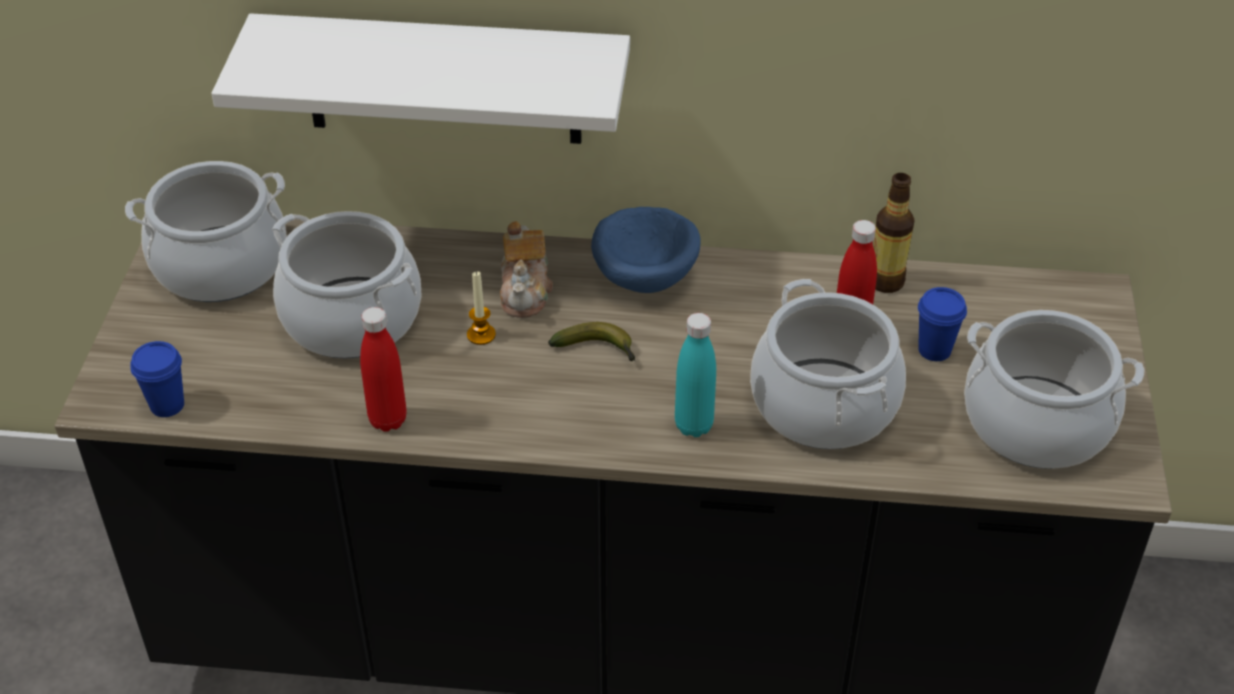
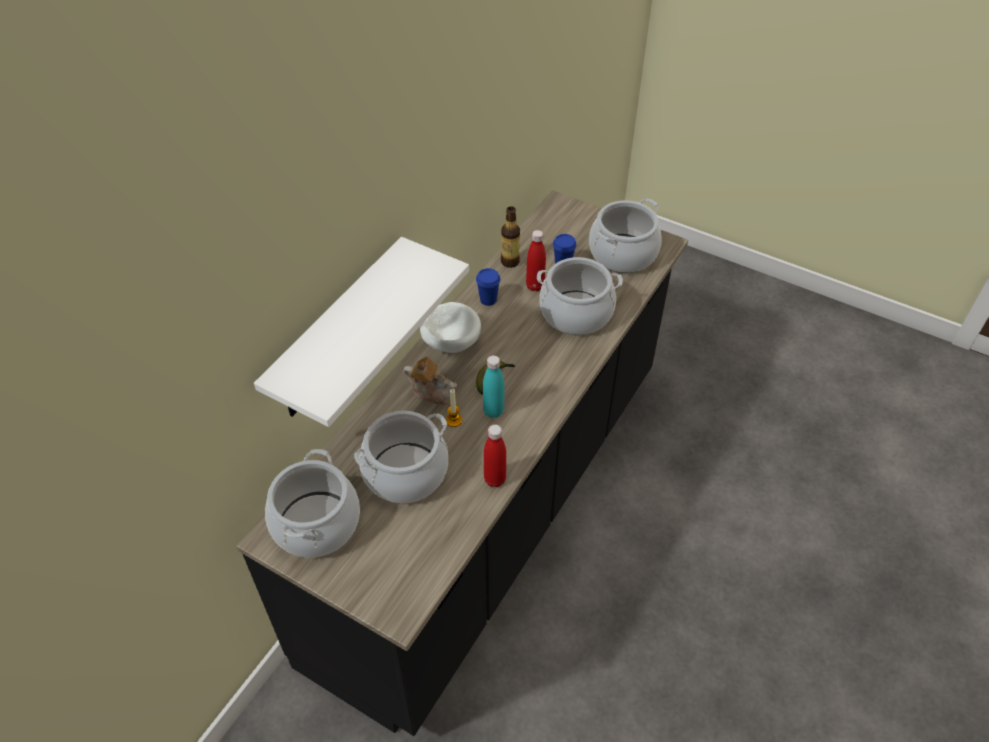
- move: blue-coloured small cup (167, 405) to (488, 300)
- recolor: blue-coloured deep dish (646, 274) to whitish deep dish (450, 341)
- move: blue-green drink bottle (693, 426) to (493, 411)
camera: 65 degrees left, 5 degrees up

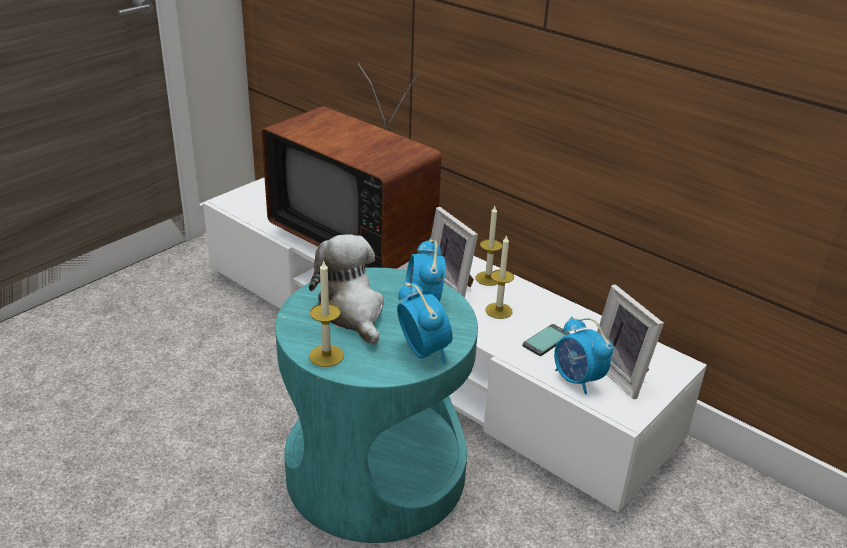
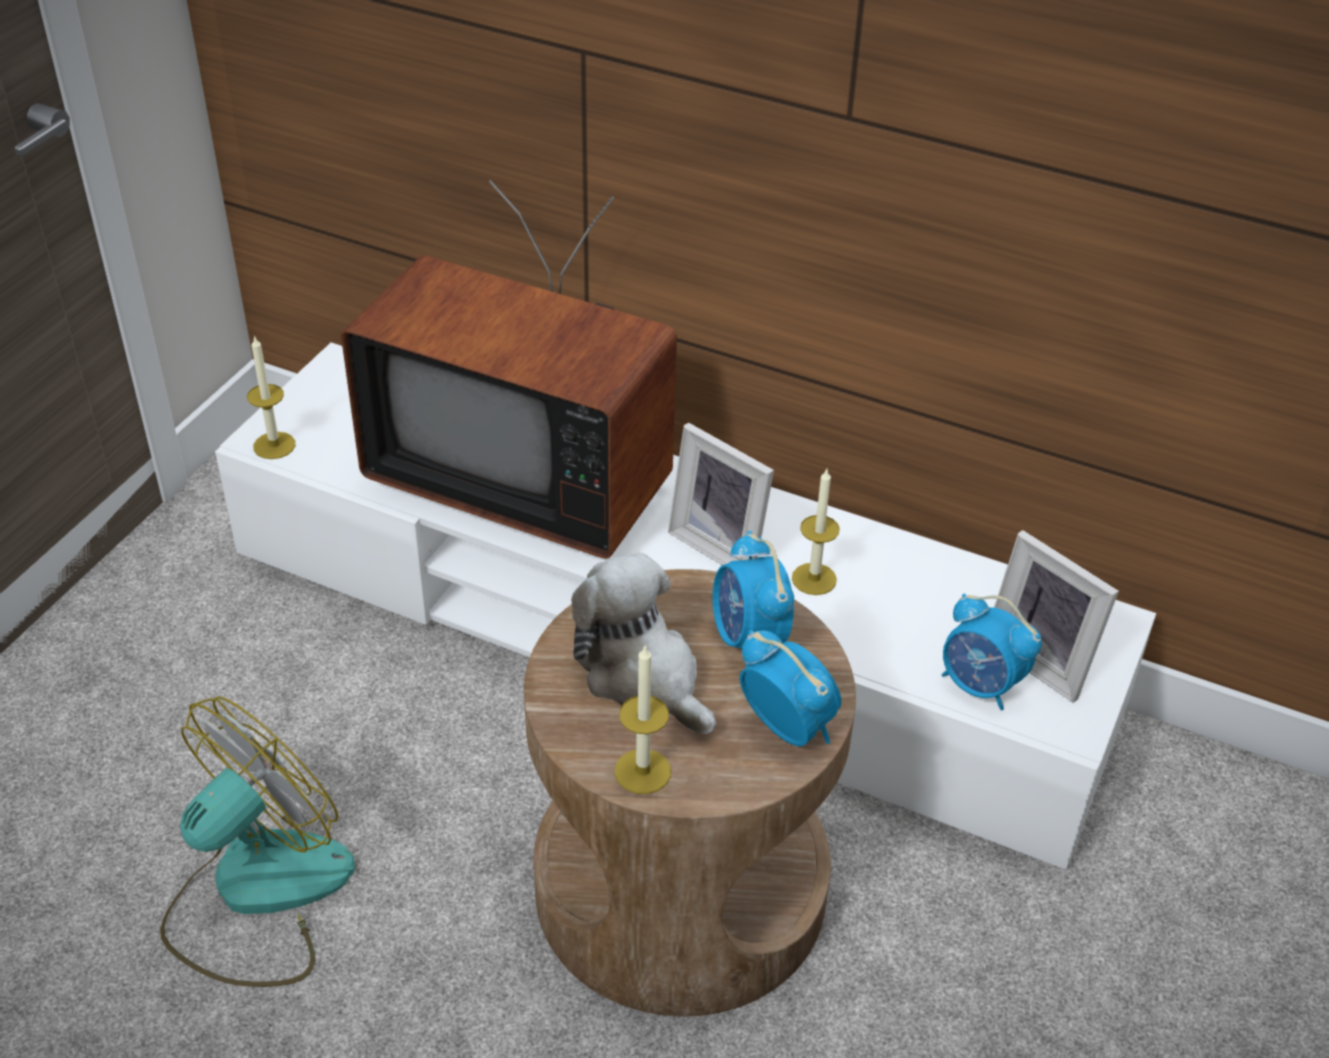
- recolor: blue-green accent table (376, 472) to brown-coloured accent table (681, 887)
- move: wax candle (488, 278) to (274, 445)
- delete: handset (546, 340)
- insert: electric fan (256, 894)
camera: 15 degrees left, 10 degrees up

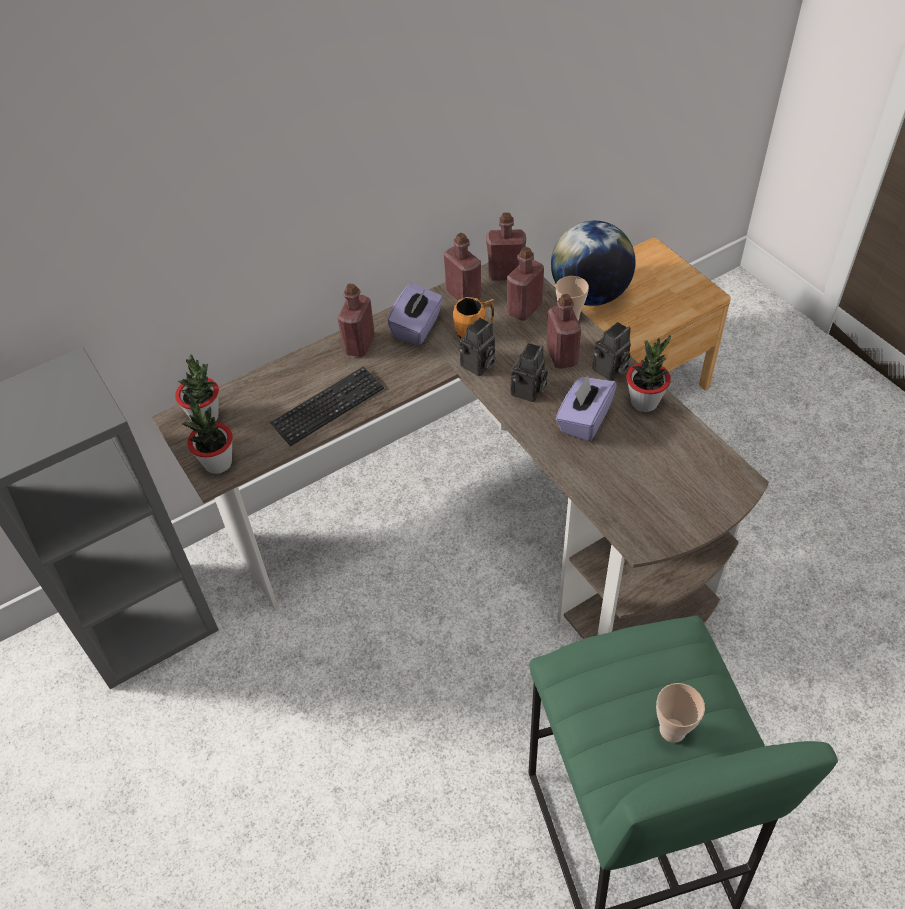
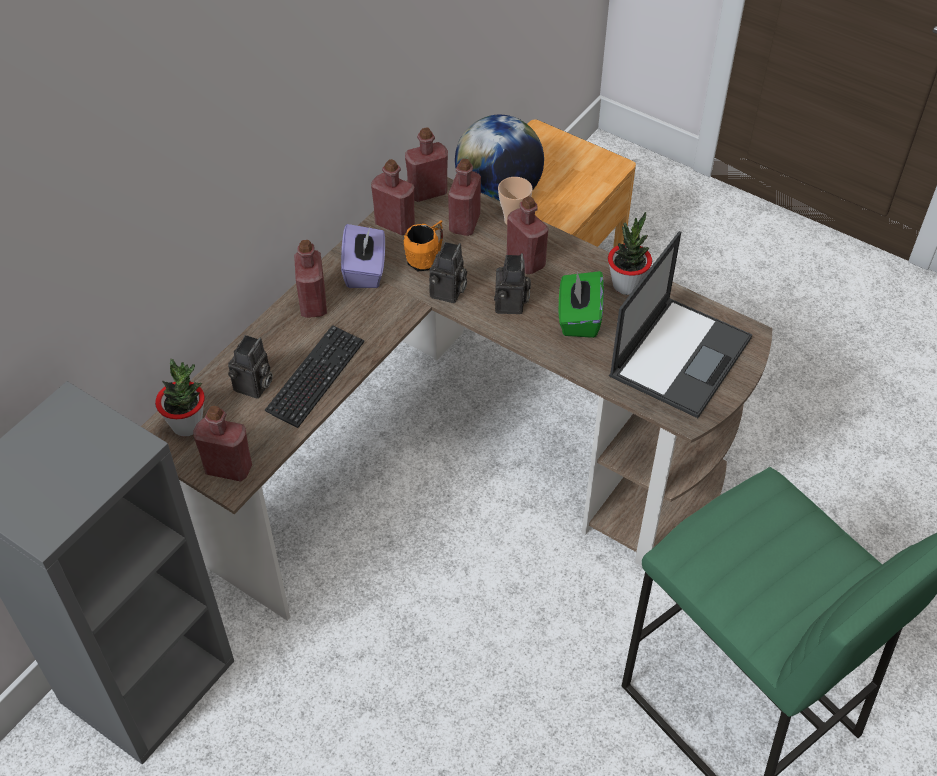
- replace: potted plant (218, 463) to red drink bottle (228, 468)
- recolor: purplish tissue box (584, 420) to green-coloured tissue box (579, 318)
- move: photo camera (610, 371) to (254, 387)
- delete: small cup (672, 730)
- insert: notebook computer (680, 355)
camera: 25 degrees left, 0 degrees up

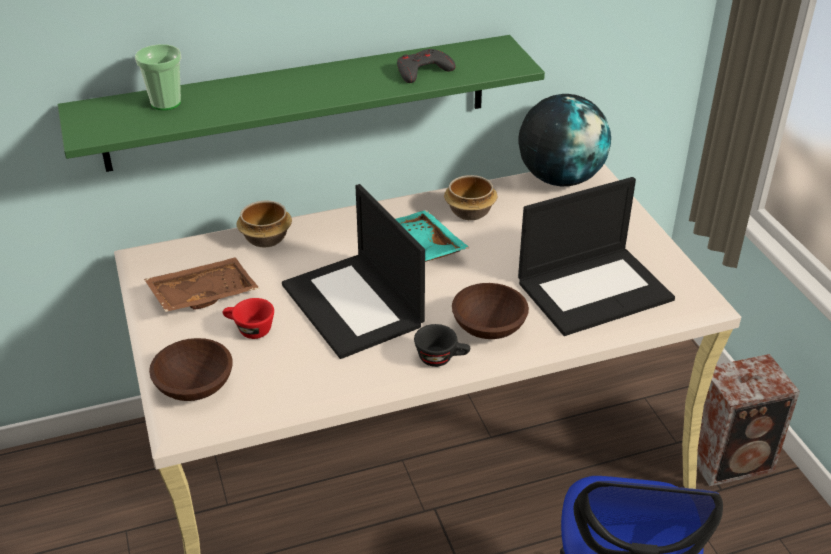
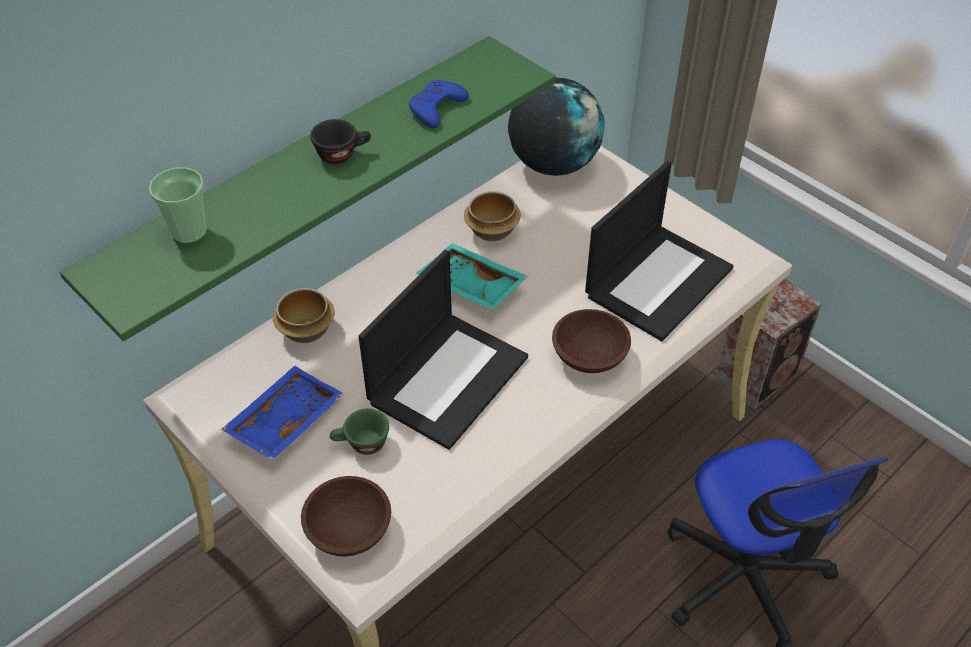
- recolor: brown-coloured carrying tray (203, 294) to blue-coloured carrying tray (284, 420)
- recolor: red small cup (249, 330) to green-coloured small cup (361, 444)
- rotate: notebook computer (354, 305) = (448, 377) 90 degrees counterclockwise
- recolor: gray game controller (423, 71) to blue-coloured game controller (436, 108)
- move: black-coloured small cup (441, 358) to (343, 154)
camera: 25 degrees left, 10 degrees up

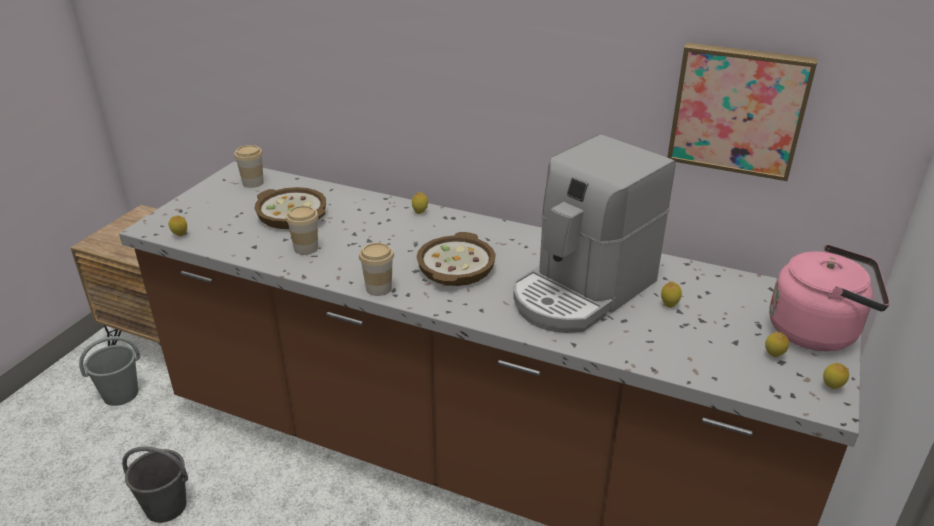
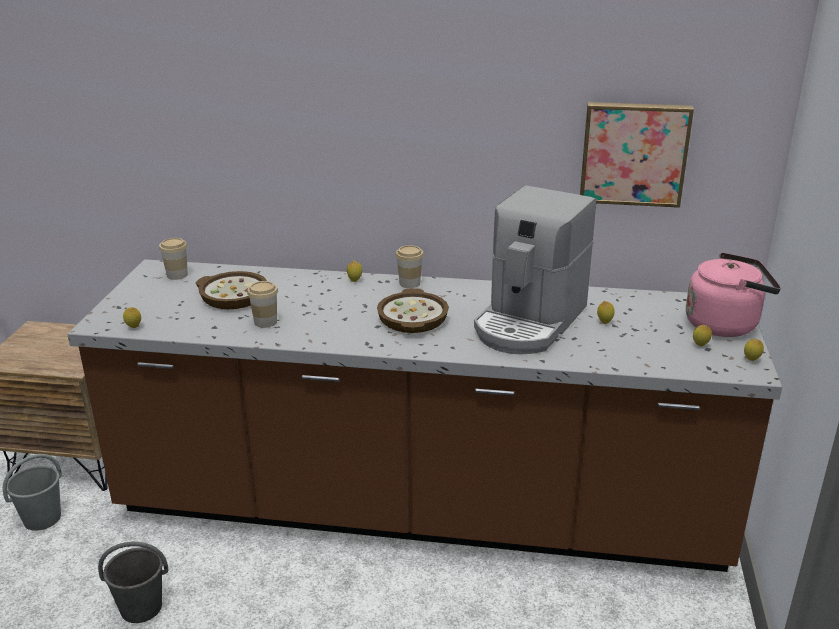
- move: small cup (378, 288) to (409, 283)
camera: 15 degrees left, 5 degrees down

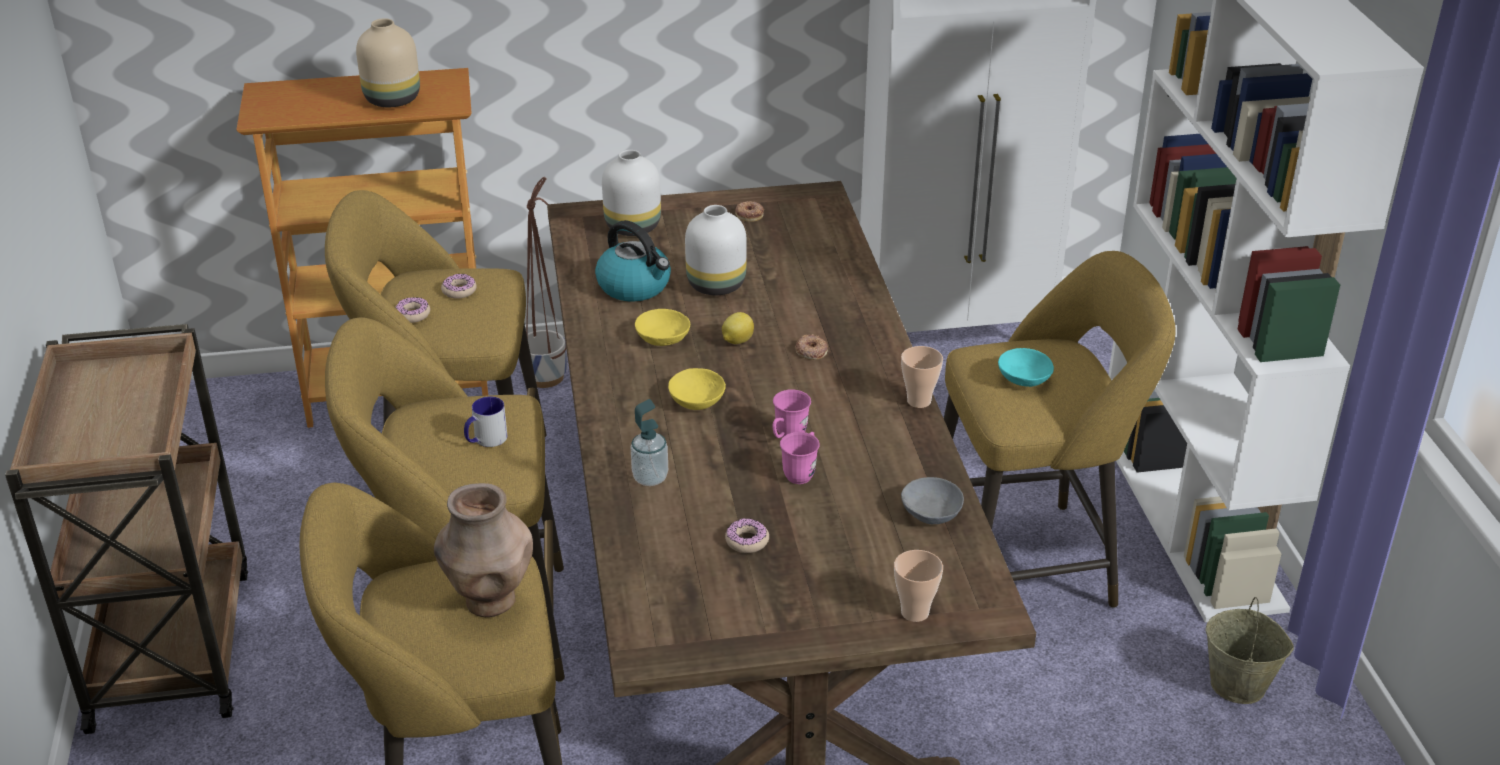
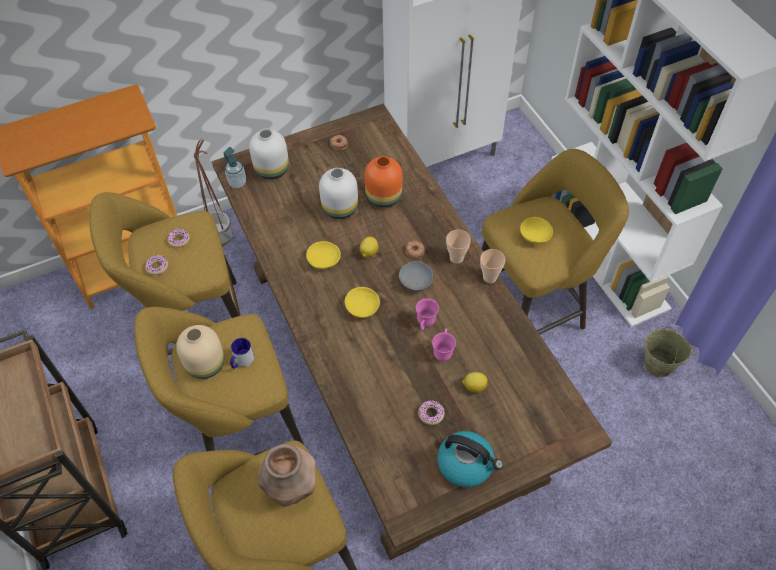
- move: beige flower vase (394, 99) to (206, 364)
- move: kettle (635, 286) to (466, 464)
- move: soap bottle (650, 478) to (237, 183)
- move: small cup (915, 612) to (456, 258)
- move: gray deep dish (933, 513) to (417, 282)
- recolor: blue-green deep dish (1026, 378) to yellow deep dish (536, 235)
- insert: orangey flower vase (383, 196)
- insert: citrus fruit (474, 386)
camera: 15 degrees left, 20 degrees up

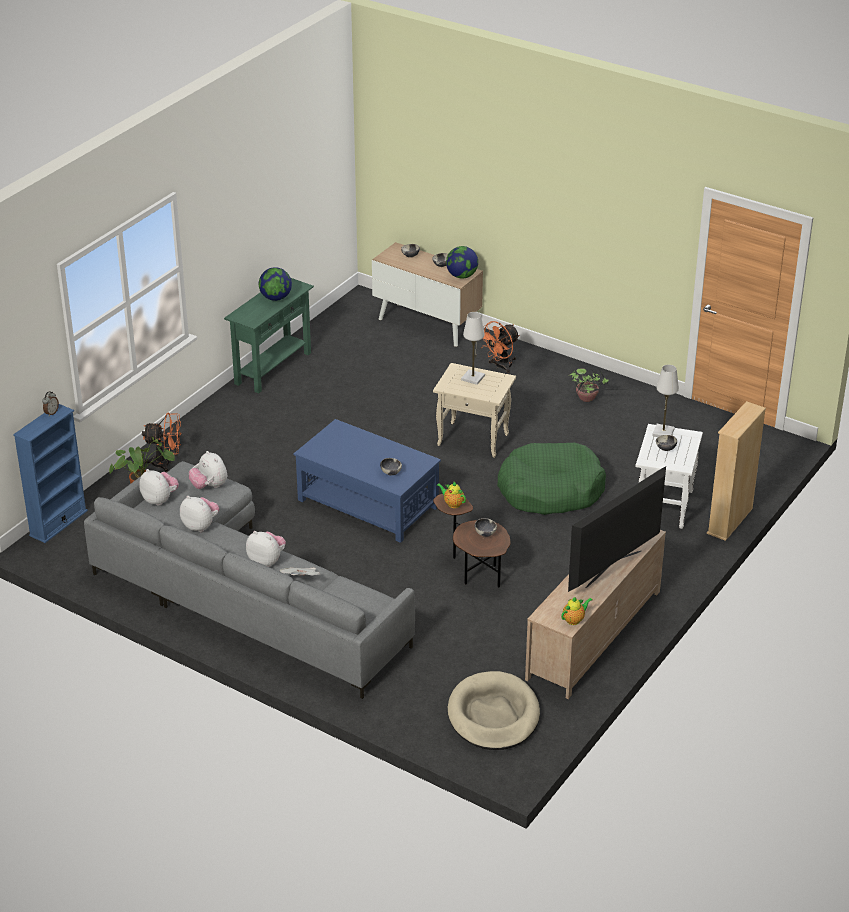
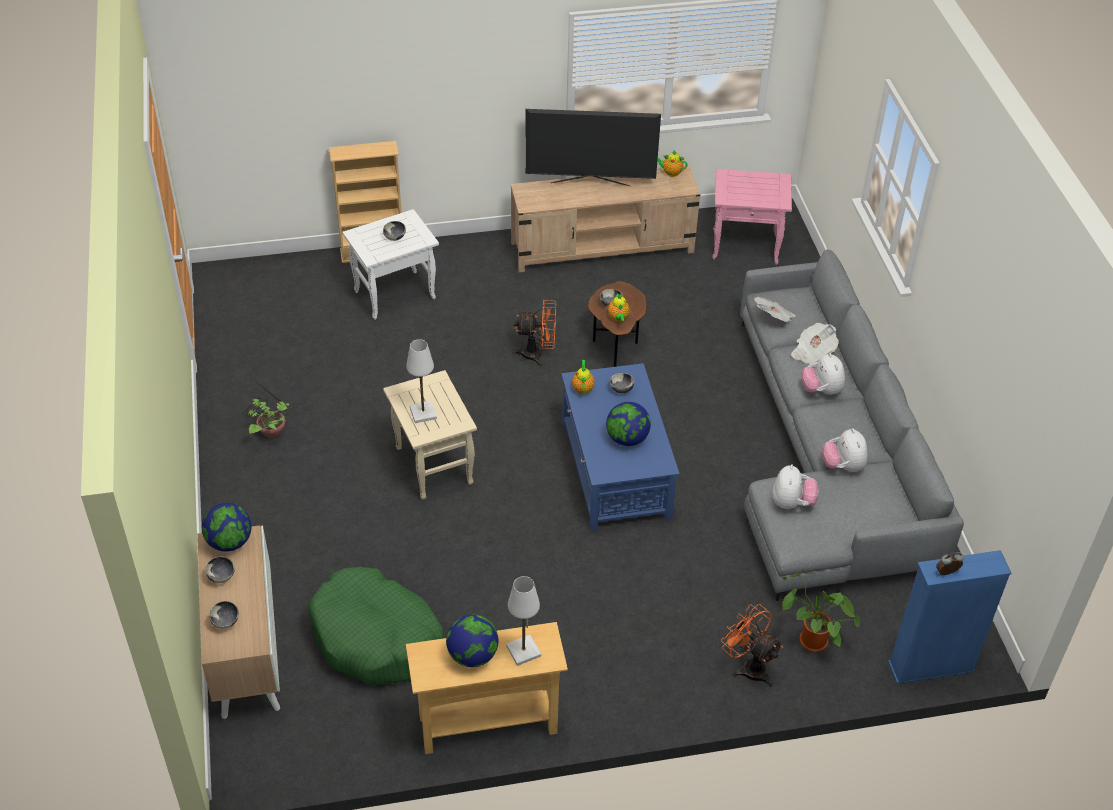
- delete: cuddly toy (160, 500)
- recolor: green-coloured hall table (273, 368) to beige hall table (488, 724)
- replace: beige dog cushion (493, 715) to pink accent table (746, 247)
- move: orangey electric fan (500, 366) to (537, 354)
- move: green-coloured dog cushion (550, 490) to (376, 637)
- move: whitish tabletop lamp (663, 432) to (523, 651)
- insert: pot for tea (583, 388)
- insert: globe (627, 438)
- insert: daily paper (774, 318)
camera: 135 degrees left, 10 degrees up

